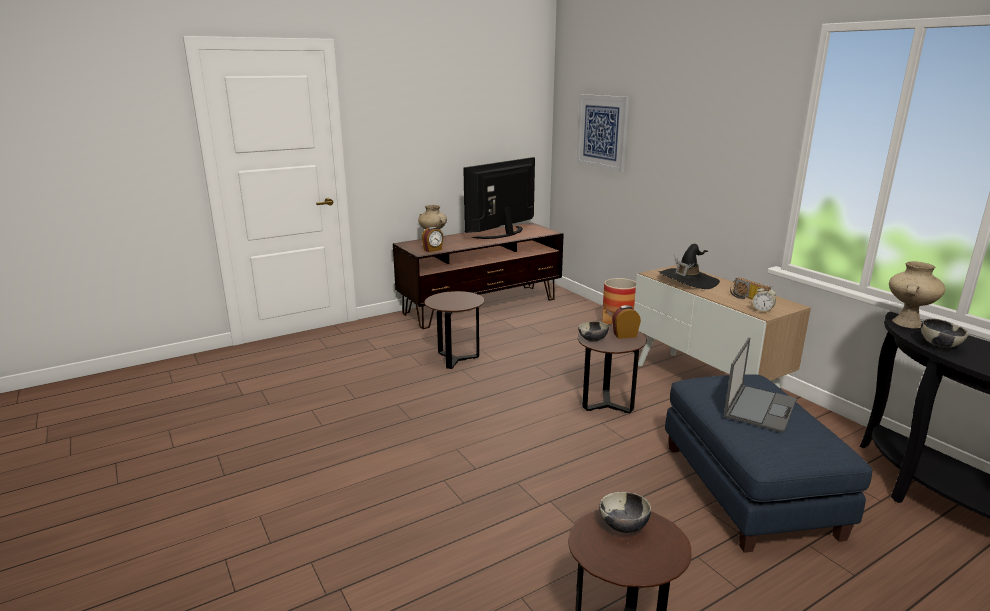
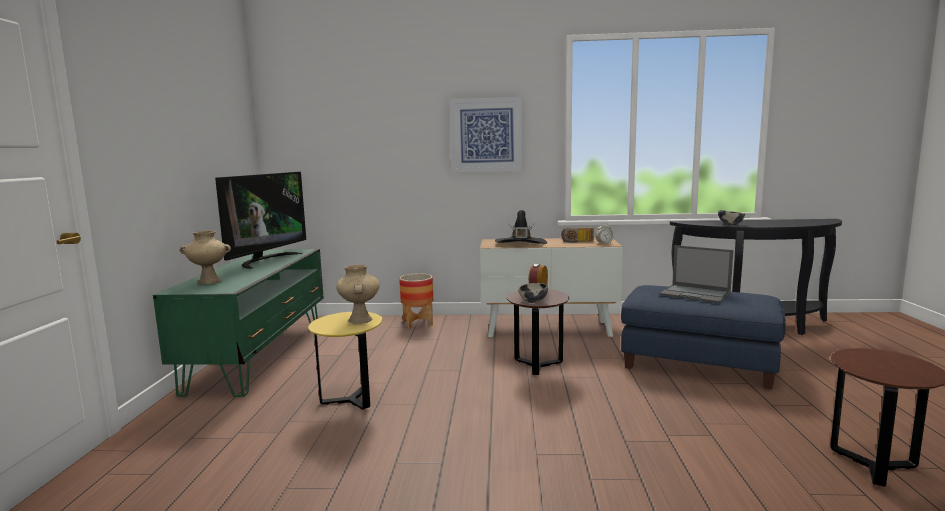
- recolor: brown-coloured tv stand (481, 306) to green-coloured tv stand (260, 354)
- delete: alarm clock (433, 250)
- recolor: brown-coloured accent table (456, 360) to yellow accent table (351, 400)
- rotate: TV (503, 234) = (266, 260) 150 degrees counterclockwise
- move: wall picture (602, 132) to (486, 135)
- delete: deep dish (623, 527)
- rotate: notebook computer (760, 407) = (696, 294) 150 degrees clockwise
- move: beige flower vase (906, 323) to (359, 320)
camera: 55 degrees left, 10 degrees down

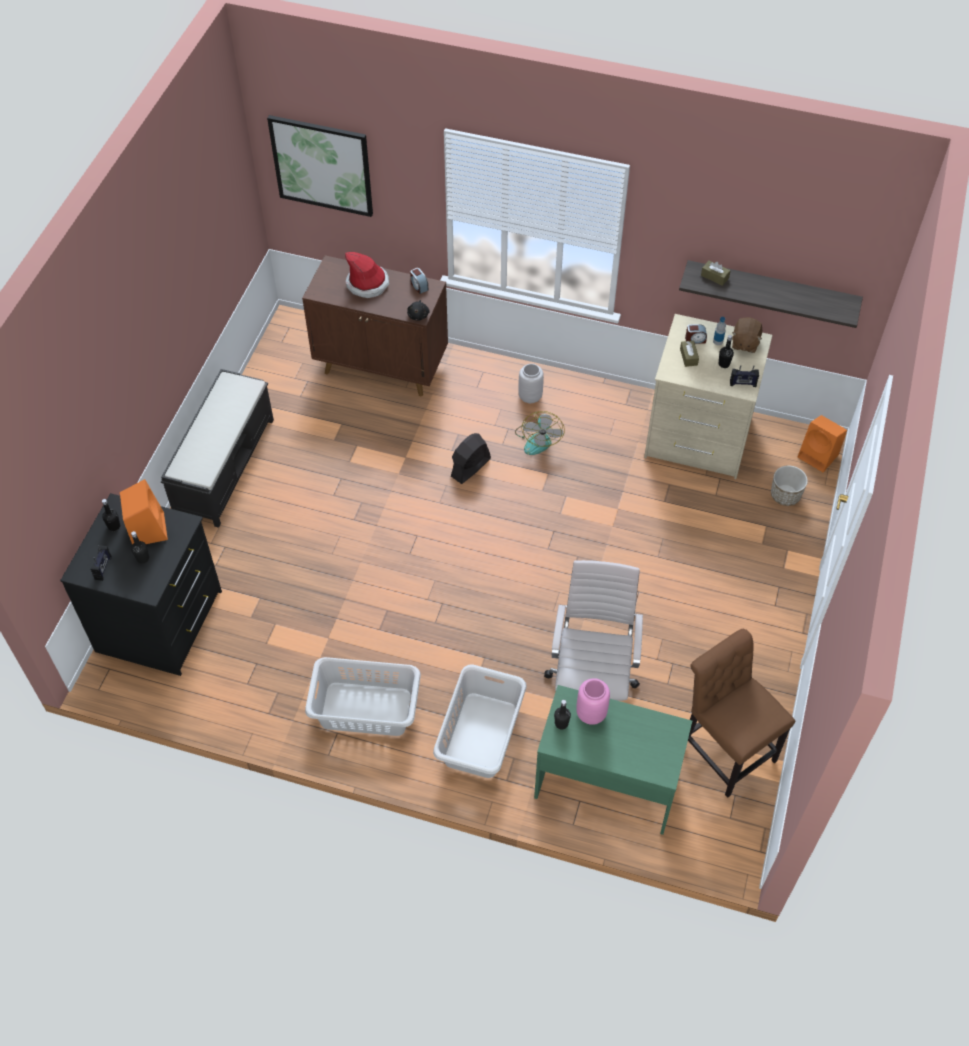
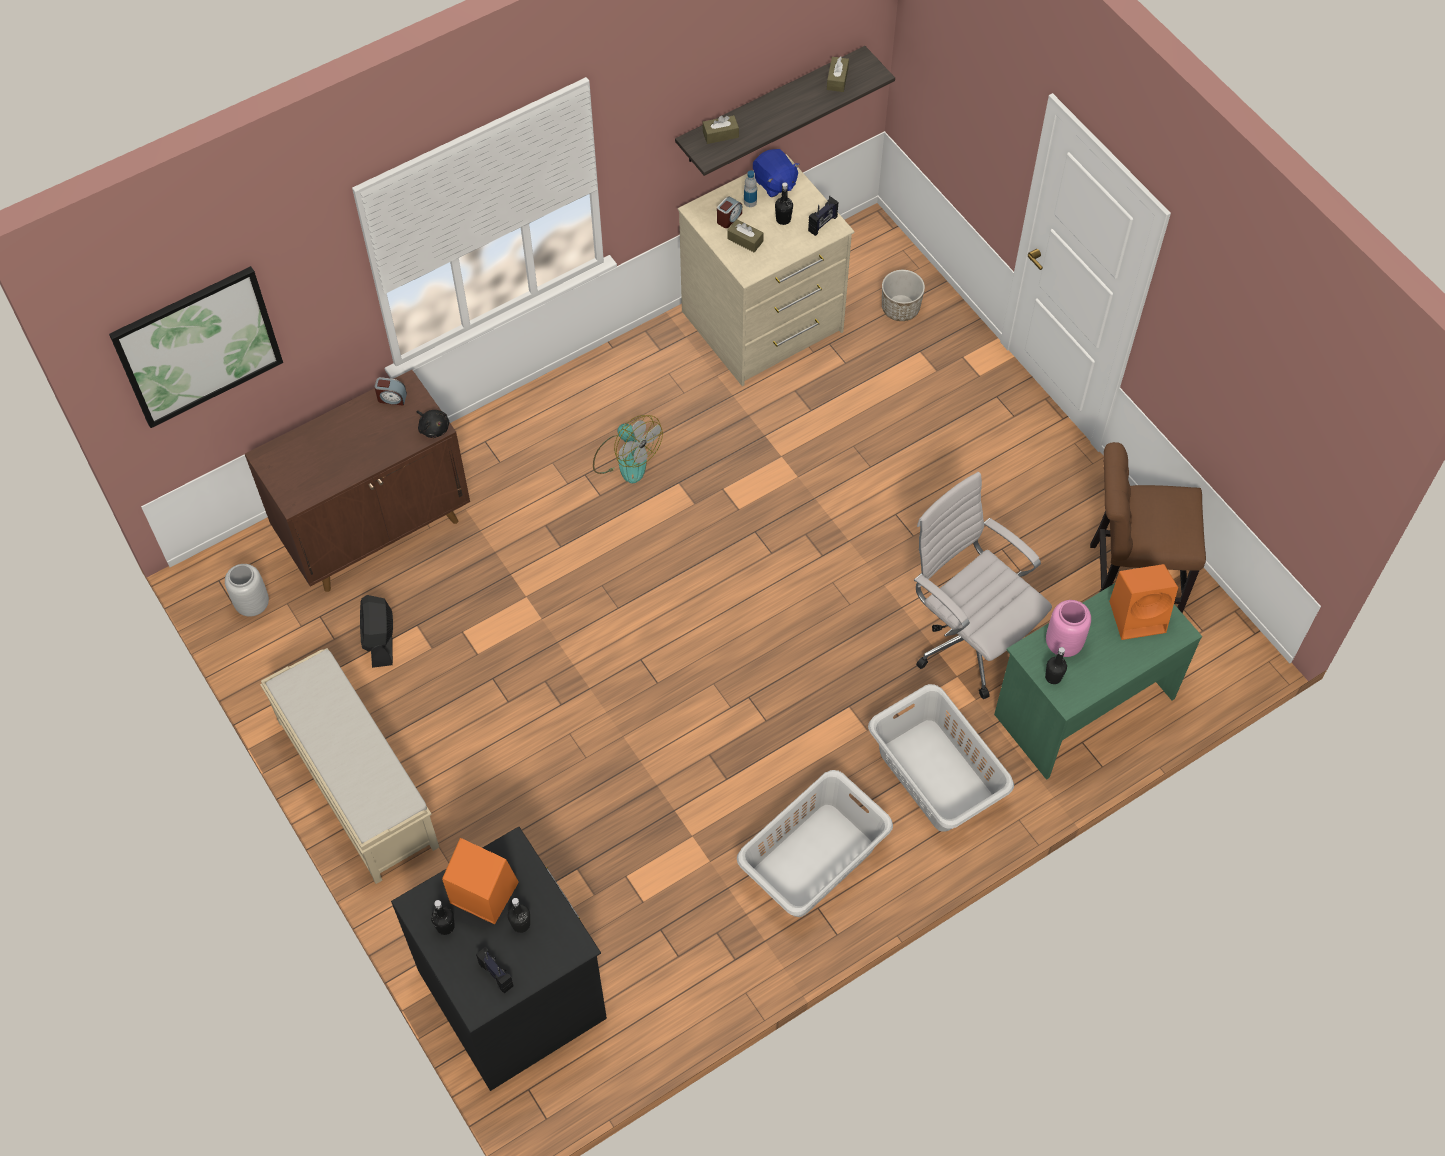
- recolor: black-coloured long seat (225, 465) to beige long seat (356, 782)
- delete: wearable hat (367, 284)
- move: black-coloured electric fan (470, 467) to (380, 640)
- move: gray flower vase (530, 396) to (252, 604)
- recolor: brown-coloured cuddly toy (744, 343) to blue-coloured cuddly toy (774, 183)
- move: orangey speaker (819, 456) to (1139, 616)
- insert: brown-coloured tissue box (837, 79)
camera: 50 degrees left, 5 degrees up

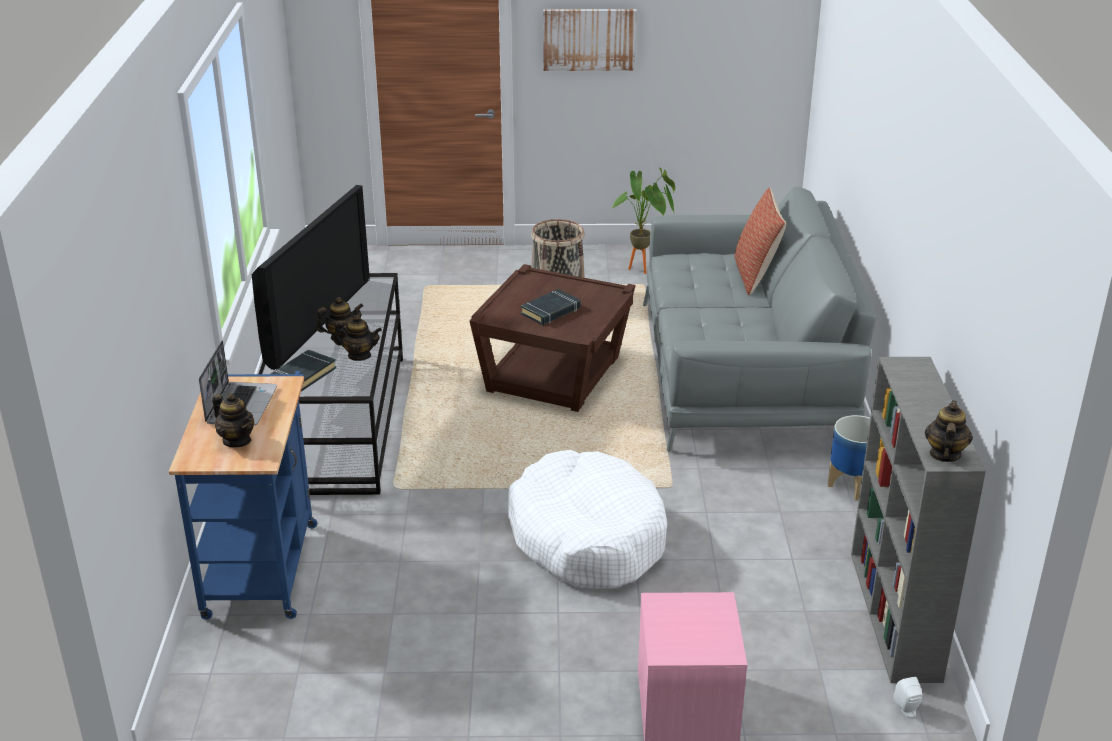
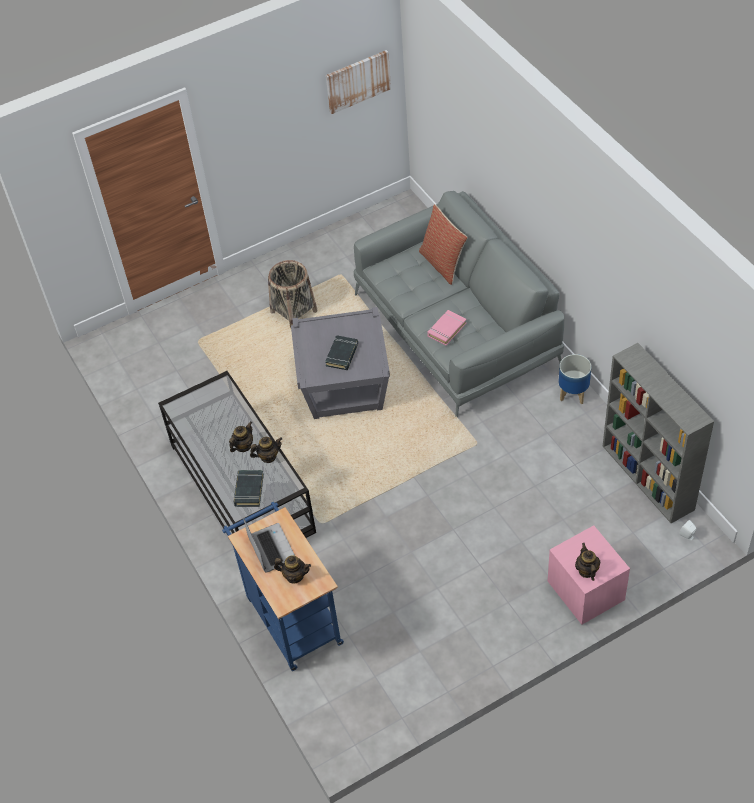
- delete: TV (315, 319)
- recolor: brown-coloured accent table (555, 375) to gray accent table (345, 384)
- delete: whitish dog cushion (587, 537)
- move: wall picture (589, 39) to (358, 81)
- delete: potted plant (645, 270)
- move: pot for tea (944, 454) to (586, 571)
- insert: pink book (446, 329)
camera: 25 degrees left, 20 degrees up

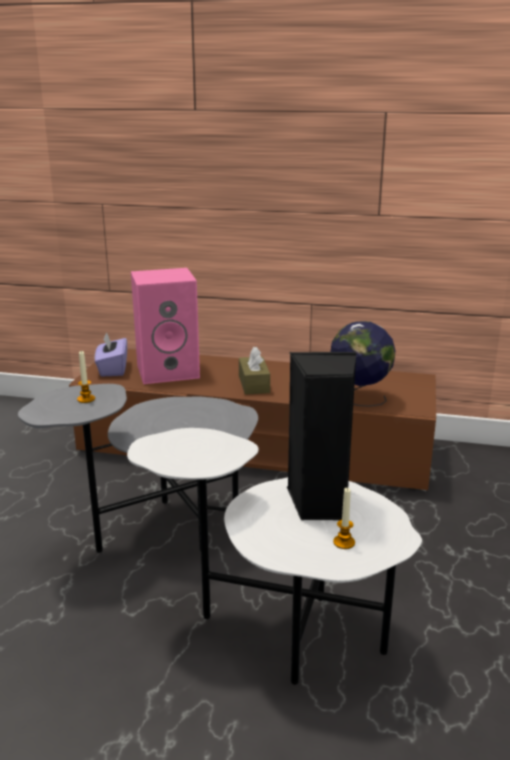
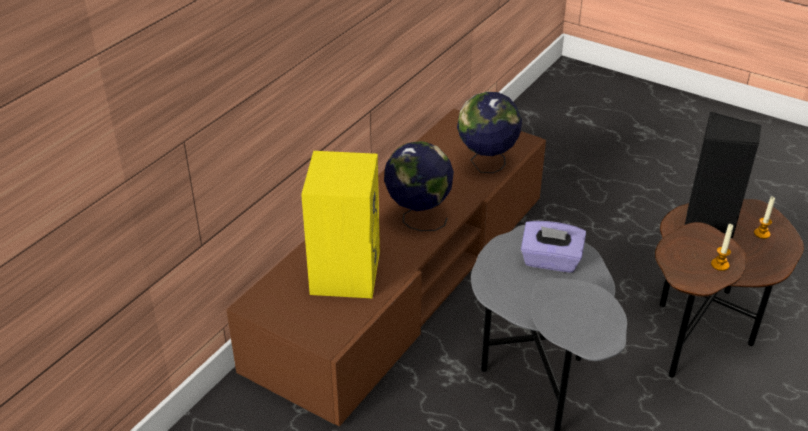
- move: wax candle (86, 399) to (720, 265)
- move: purplish tissue box (112, 369) to (550, 261)
- recolor: whitish accent table (281, 633) to brown-coloured accent table (698, 337)
- recolor: pink speaker (169, 371) to yellow speaker (344, 271)
- replace: brown-coloured tissue box (254, 384) to globe (418, 218)
camera: 70 degrees left, 15 degrees up

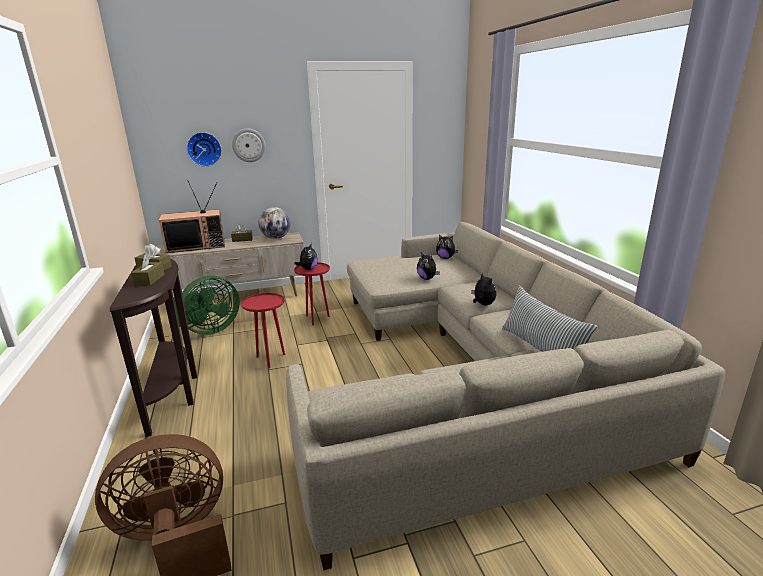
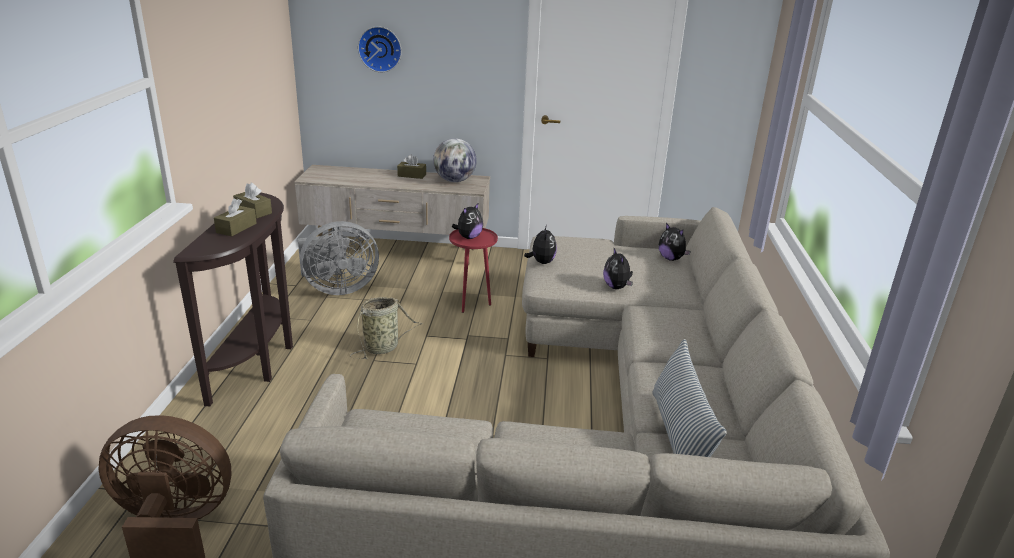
- delete: TV (197, 246)
- recolor: green-coloured electric fan (208, 330) to gray electric fan (338, 288)
- delete: hanging clock (248, 145)
- replace: red accent table (270, 359) to basket (383, 347)
- move: cuddly toy (482, 304) to (541, 262)
camera: 20 degrees right, 5 degrees up

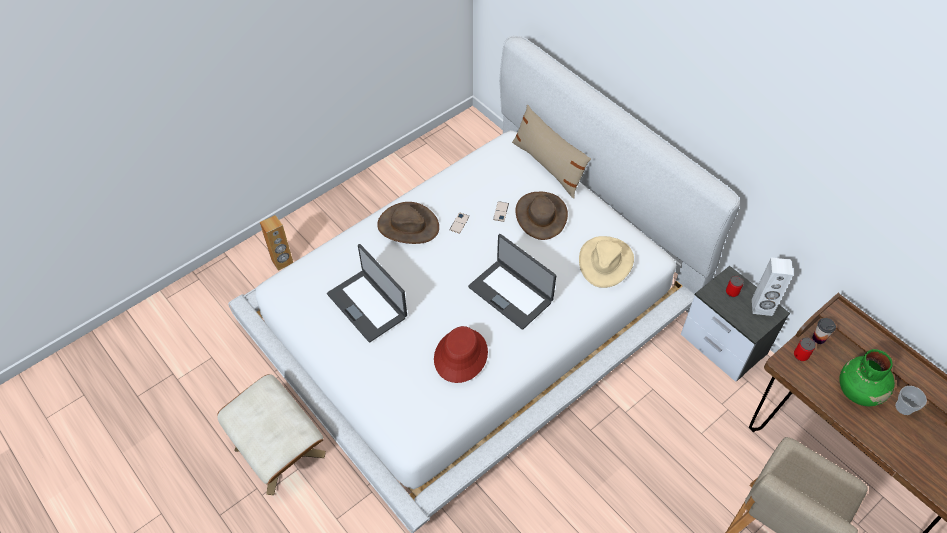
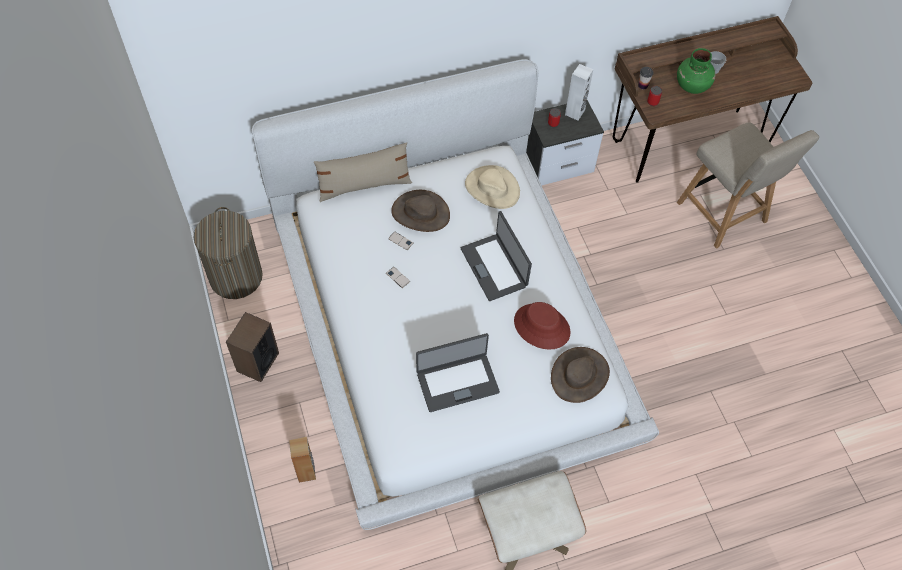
- move: brown-coloured wearable hat (408, 226) to (580, 375)
- rotate: notebook computer (511, 294) = (494, 267) 90 degrees clockwise
- insert: hamper (236, 277)
- insert: speaker (257, 362)
camera: 70 degrees left, 5 degrees up

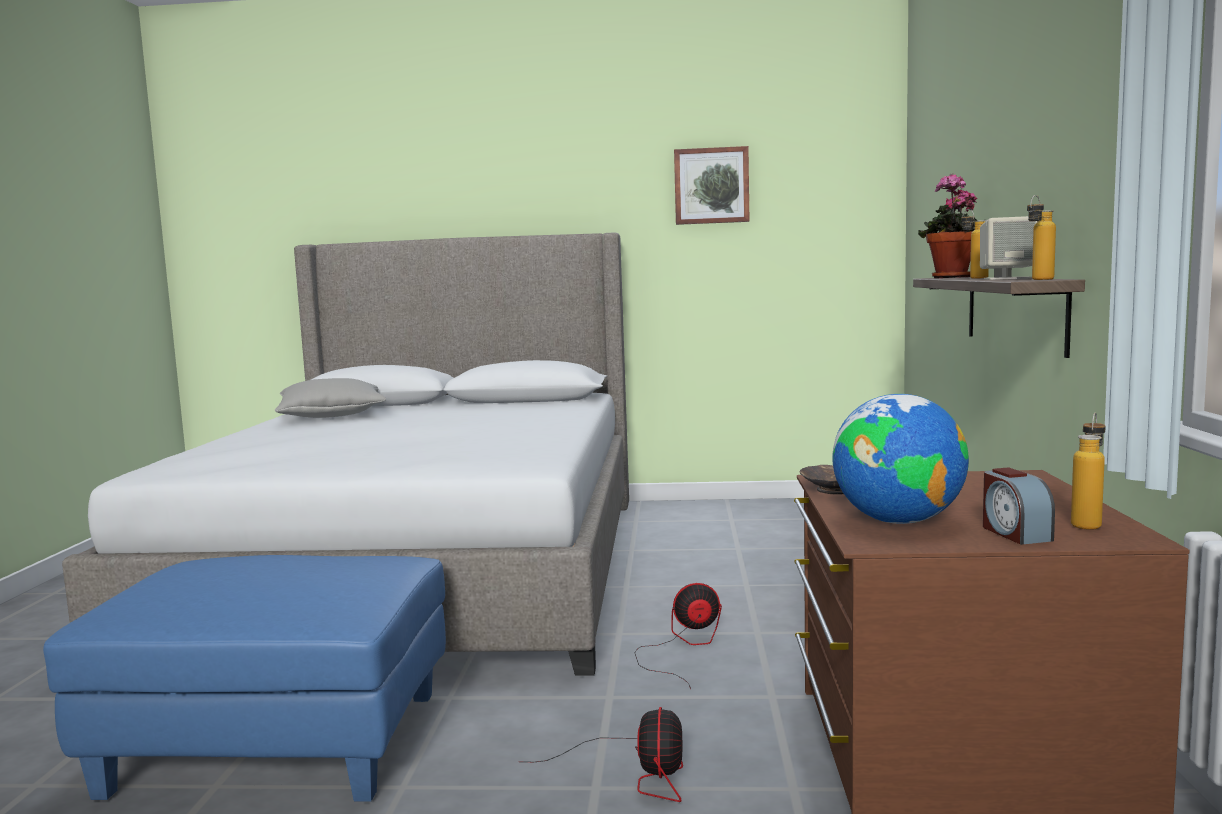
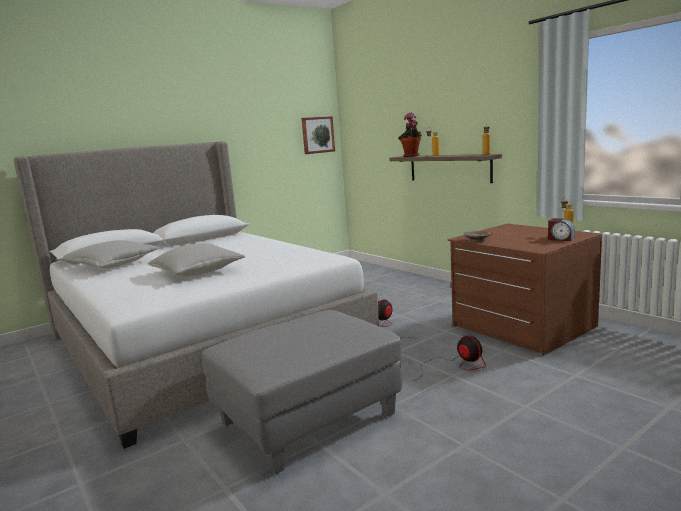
- recolor: blue-coloured footrest (279, 745) to gray footrest (308, 419)
- move: wall picture (711, 186) to (317, 135)
- delete: globe (897, 521)
- delete: beige speaker (1007, 278)
- insert: gray throw pillow (197, 272)
camera: 40 degrees left, 5 degrees up

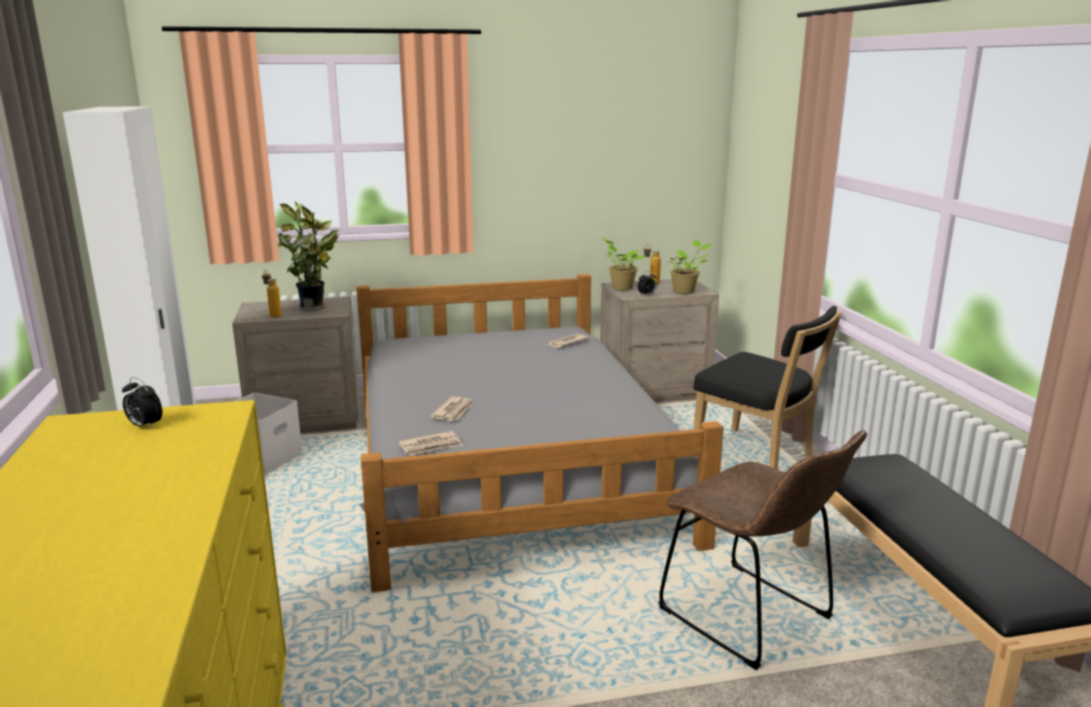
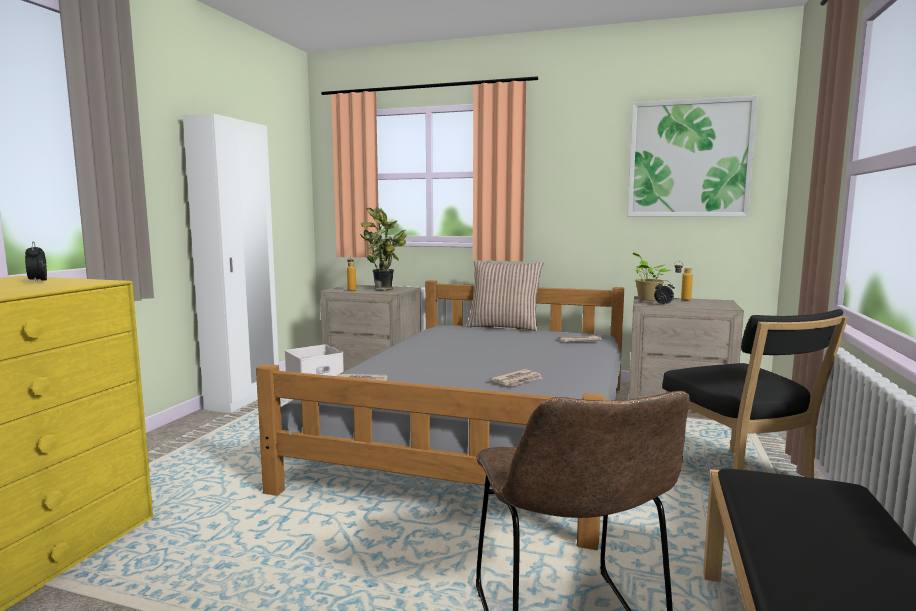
- move: daily paper (453, 411) to (517, 380)
- delete: potted plant (685, 291)
- insert: throw pillow (504, 327)
- insert: wall picture (689, 159)
camera: 30 degrees right, 10 degrees down

